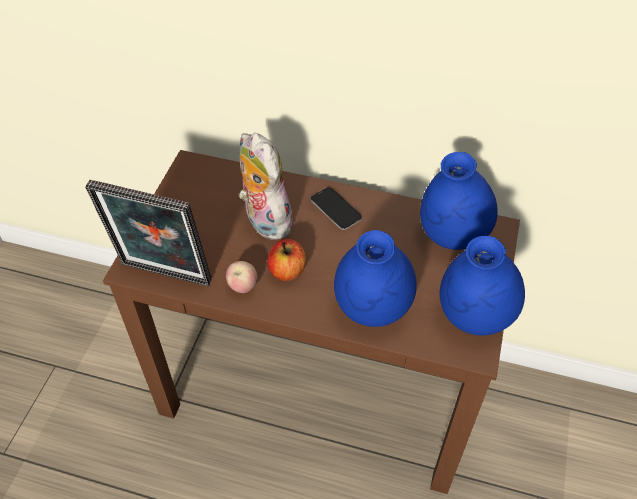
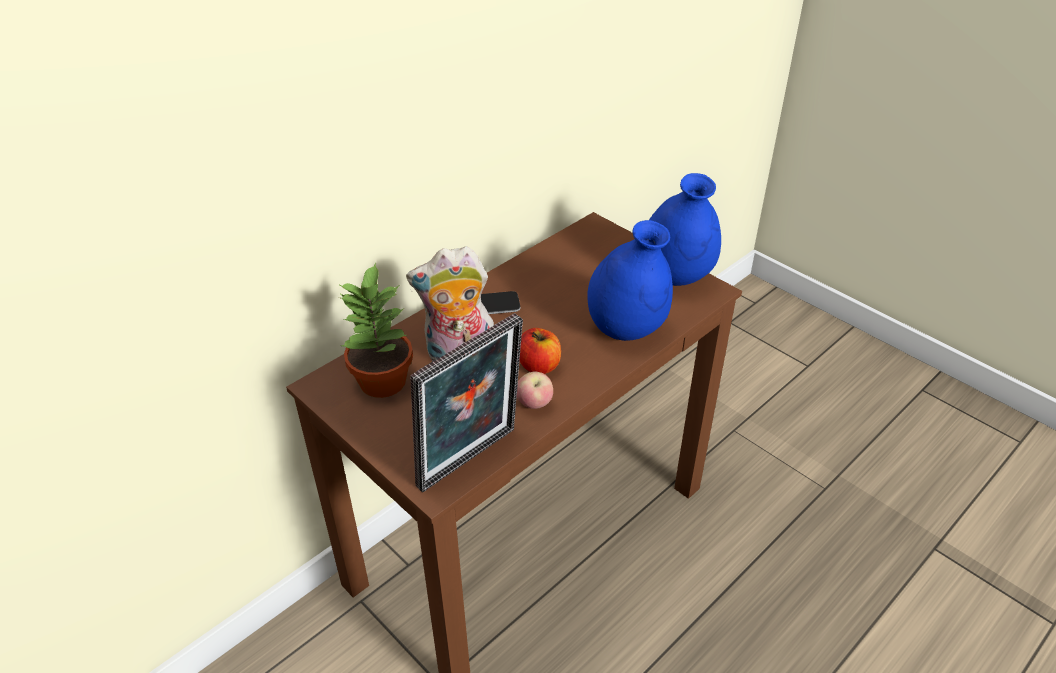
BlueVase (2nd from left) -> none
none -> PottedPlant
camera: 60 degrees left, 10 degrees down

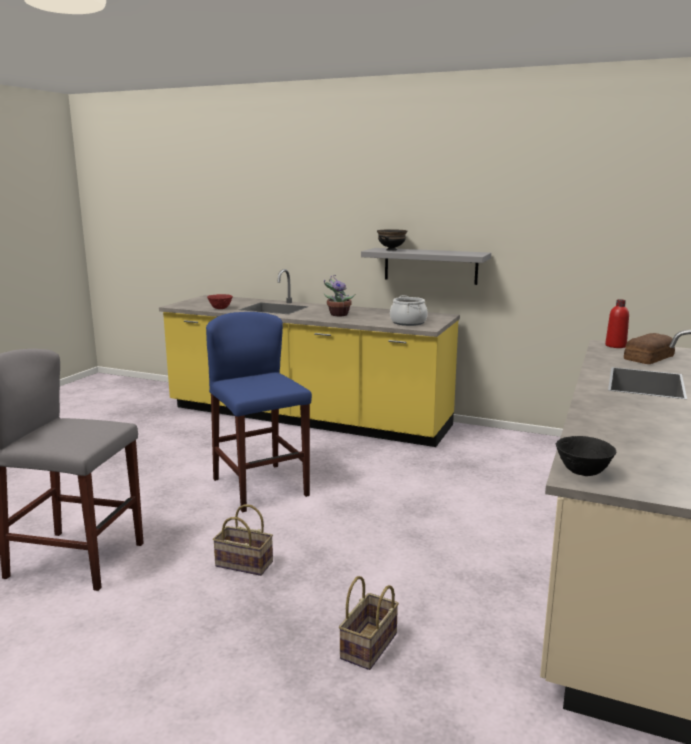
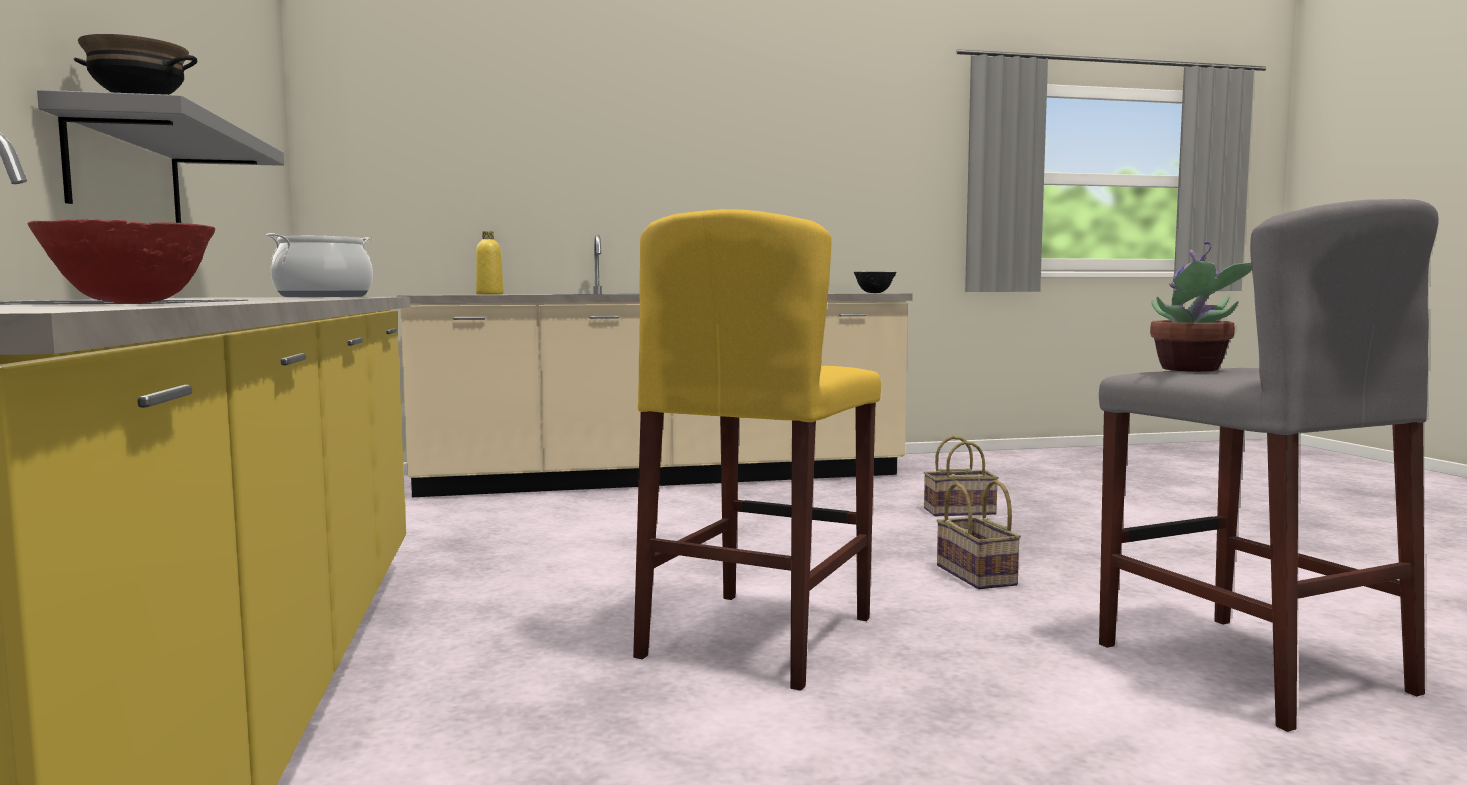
PottedPlant, move
RedBottle -> none
BlueStool -> YellowStool
Bread -> YellowBottle
camera: 125 degrees left, 10 degrees down

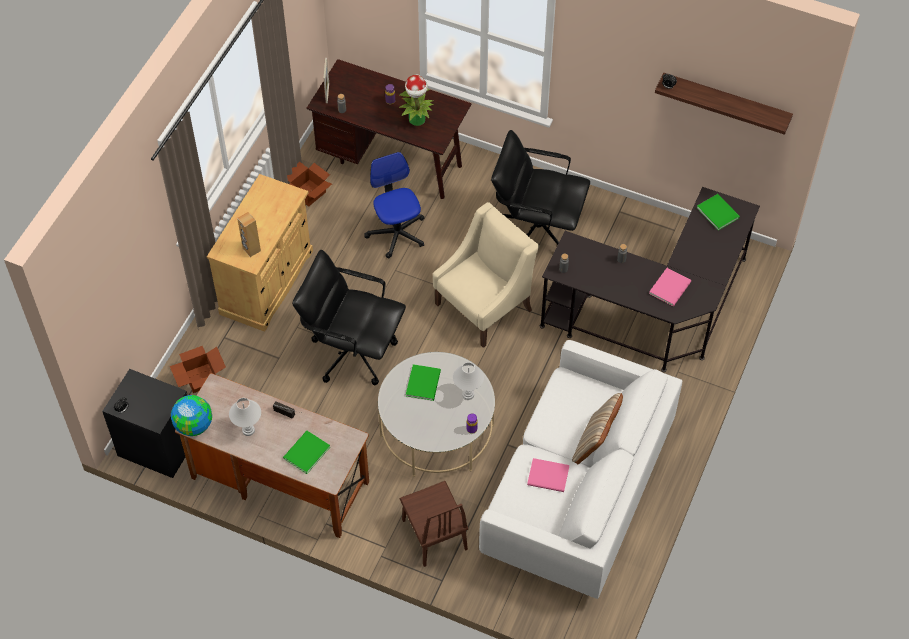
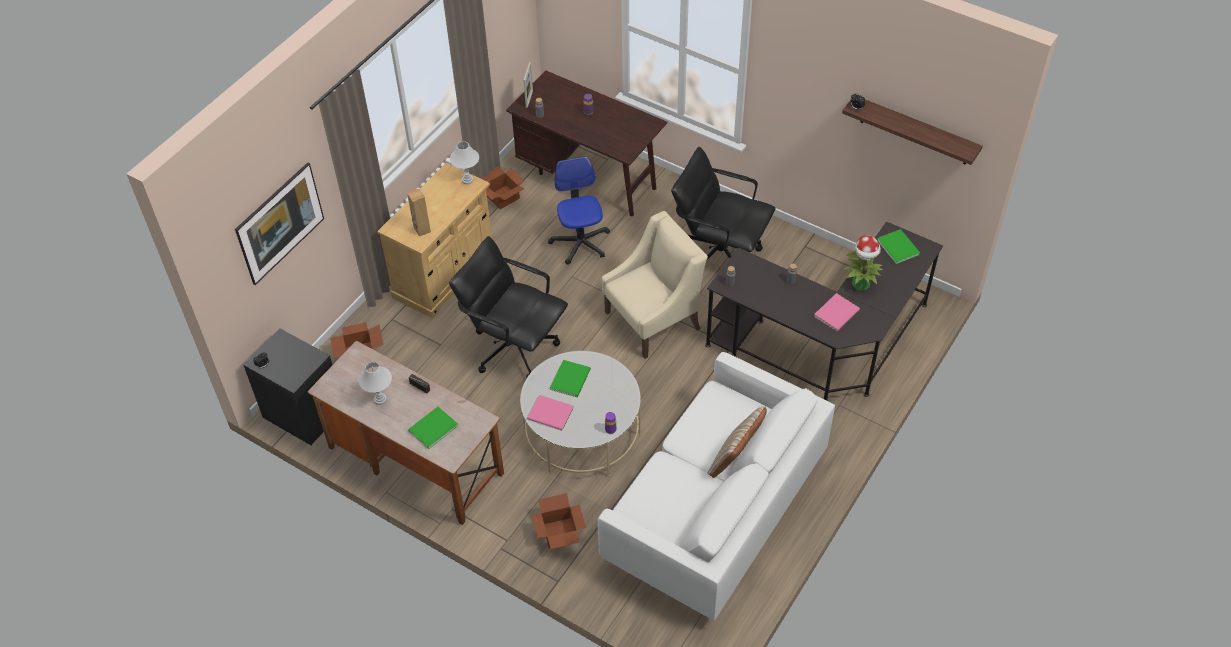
PottedPlant, move
WhiteTableLamp (2nd from left), move
Globe -> none
PinkBook (1st from left), move
BrownChair -> CardboardBox (3rd from left)
none -> Picture
camera: 10 degrees right, 5 degrees down

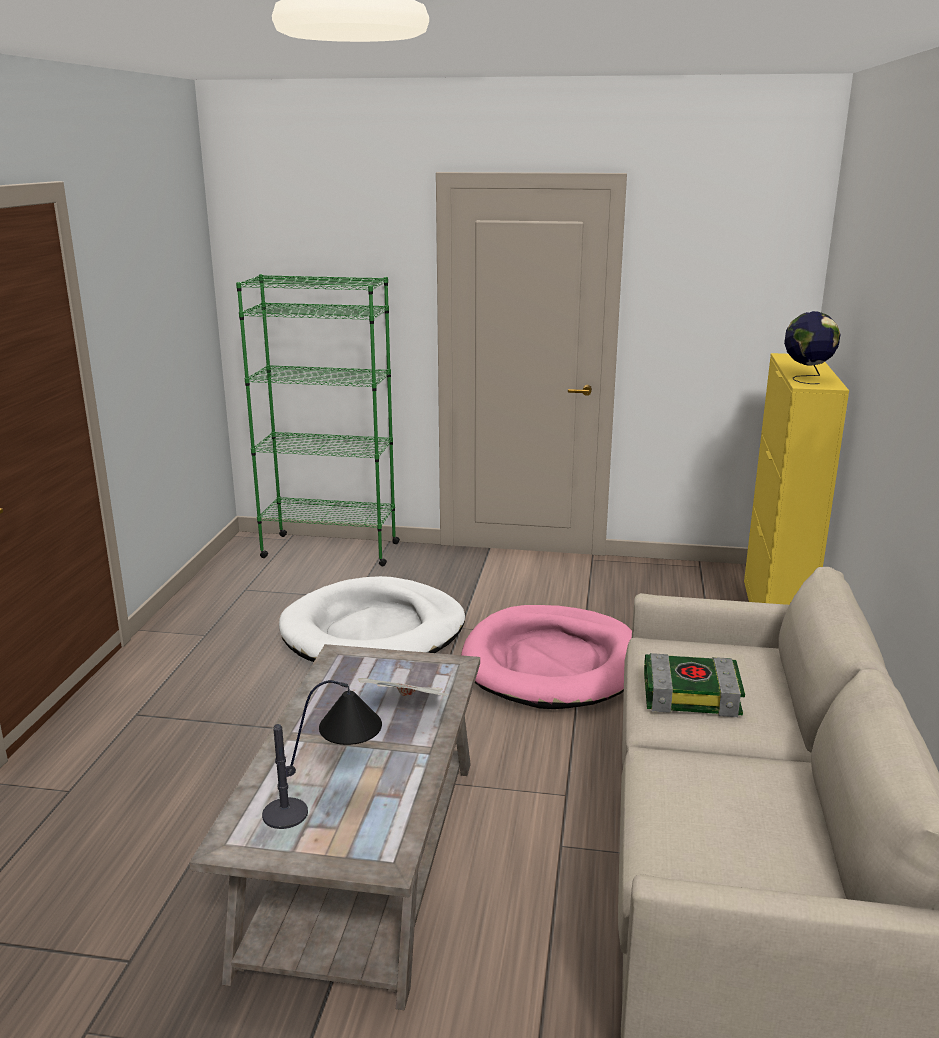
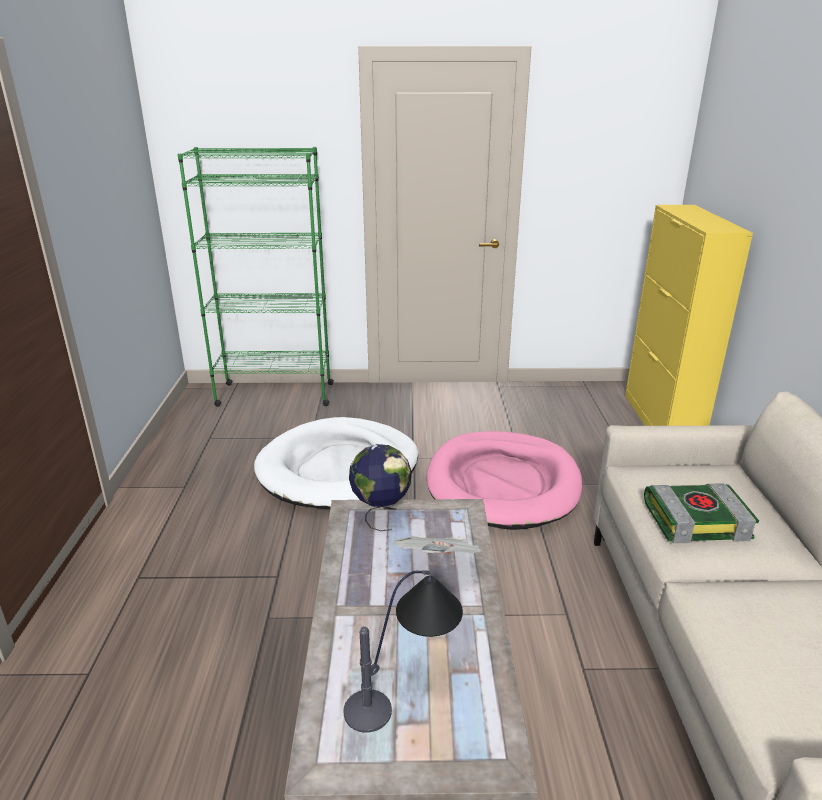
Globe, move
camera: 10 degrees left, 5 degrees up

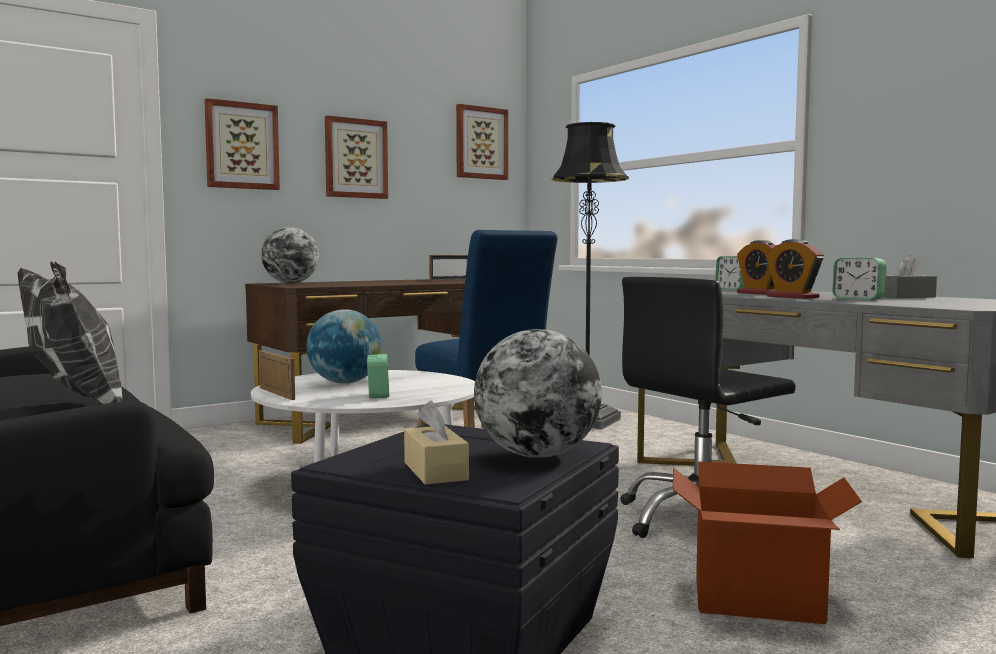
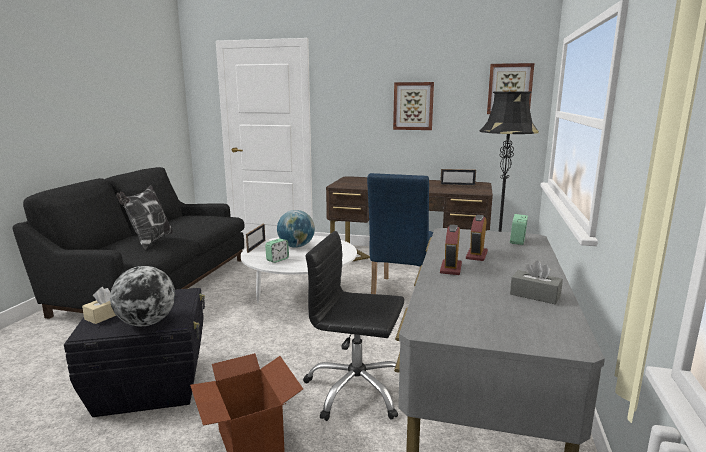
Picture (1st from left) -> none
Globe (1st from left) -> none
AlarmClock (5th from left) -> none
camera: 50 degrees right, 10 degrees up

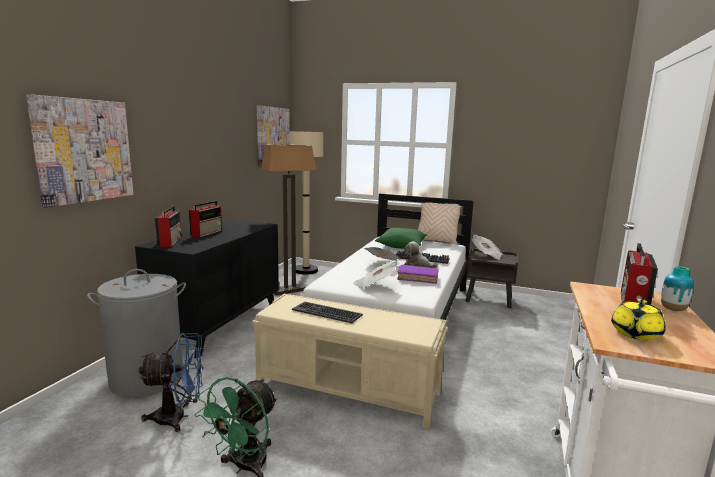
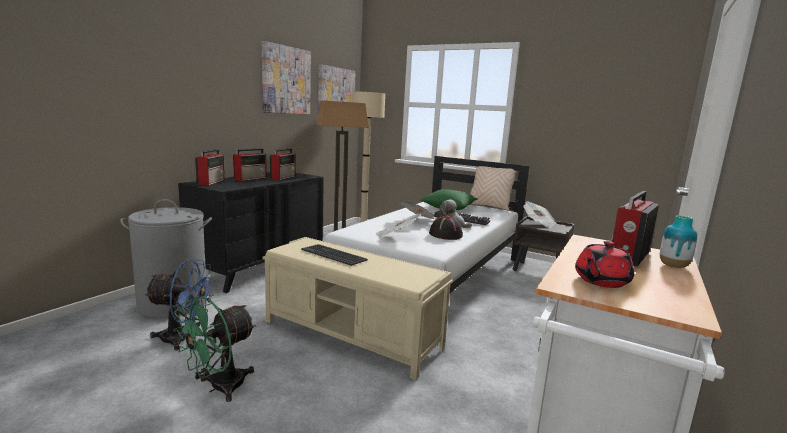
Picture (1st from left), move
PurpleBook -> BlackHat
YellowTeapot -> RedTeapot
none -> Radio (3rd from left)
camera: 10 degrees right, 0 degrees up

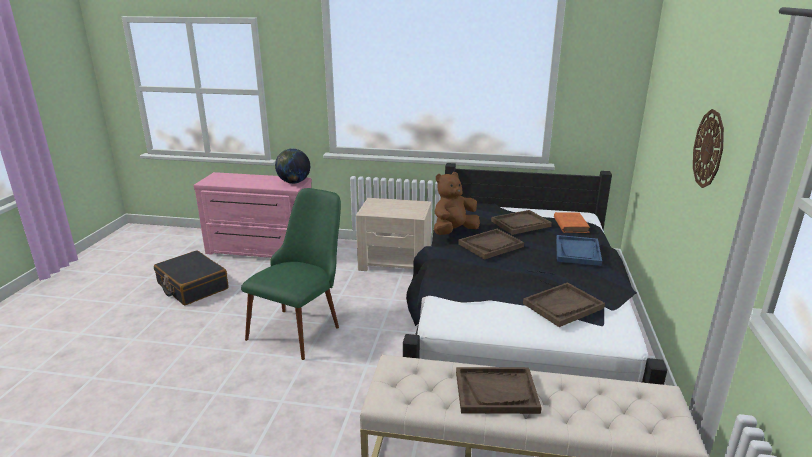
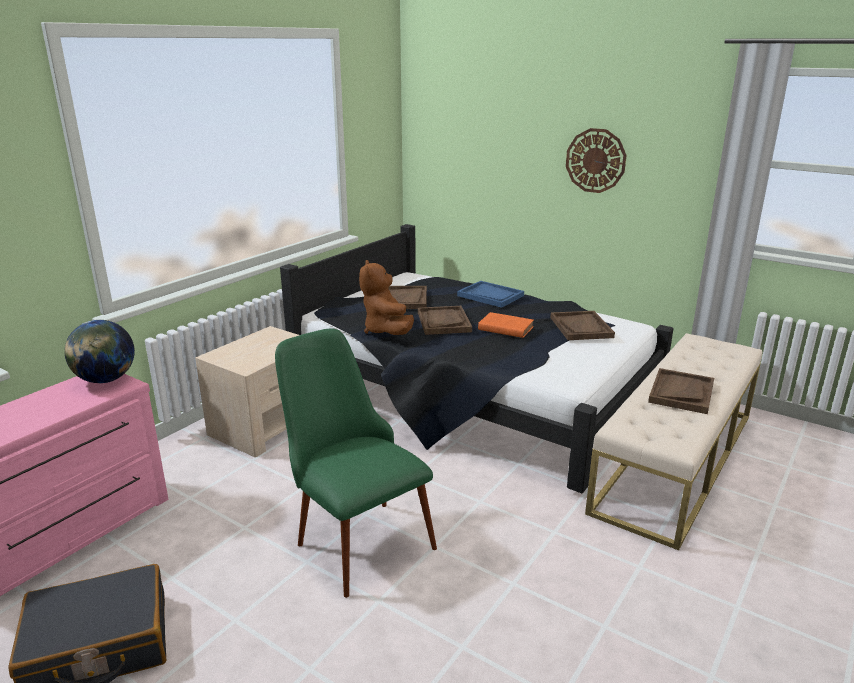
OrangeBook, move
camera: 65 degrees left, 0 degrees up

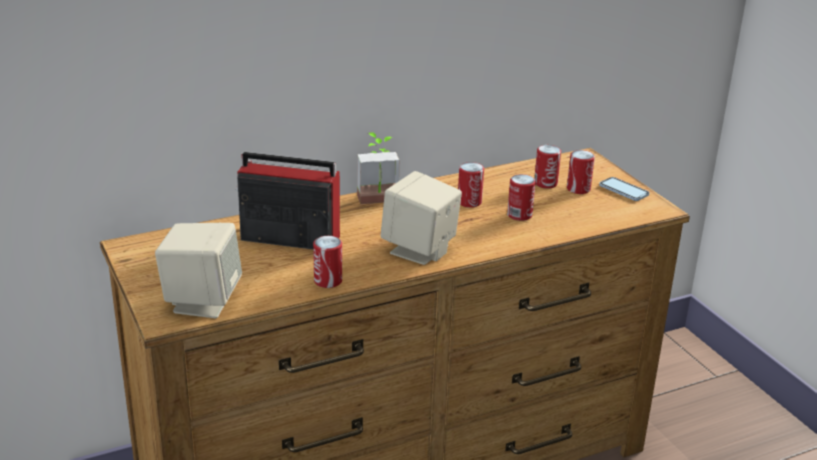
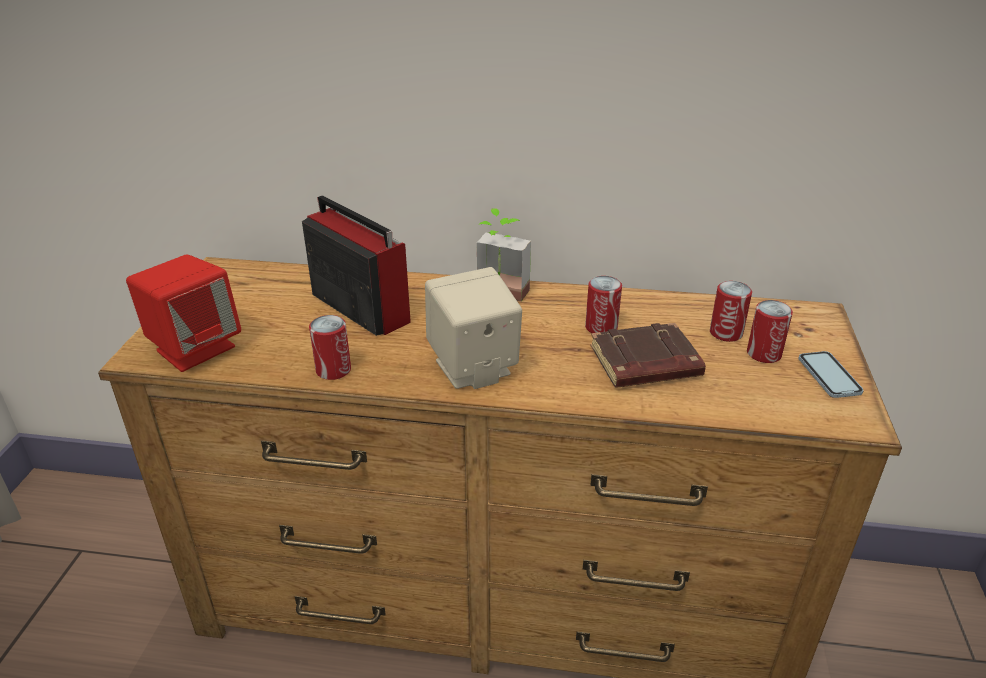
Can (3rd from left) -> BrownBook
BeigeSpeaker (1st from left) -> RedSpeaker
camera: 35 degrees right, 5 degrees up

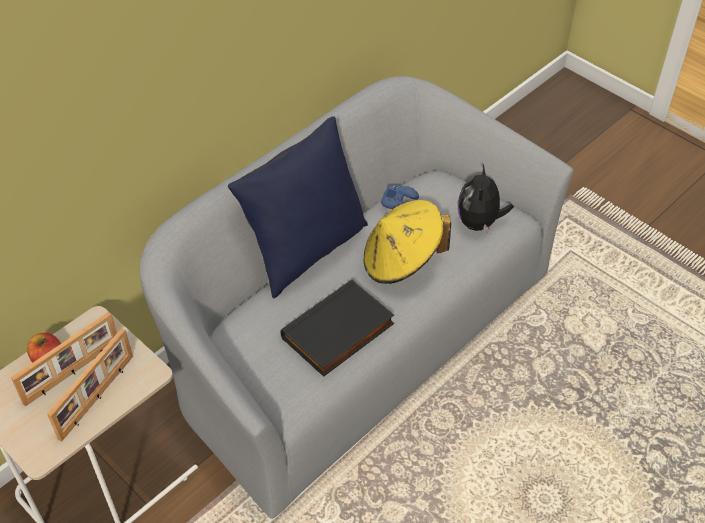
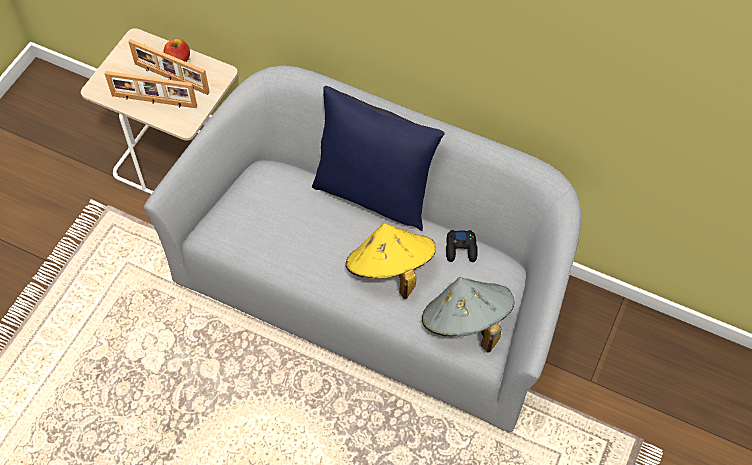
PlushToy -> GreyHat
BlueGameController -> BlackGameController
BlackBook -> none
camera: 70 degrees right, 10 degrees up

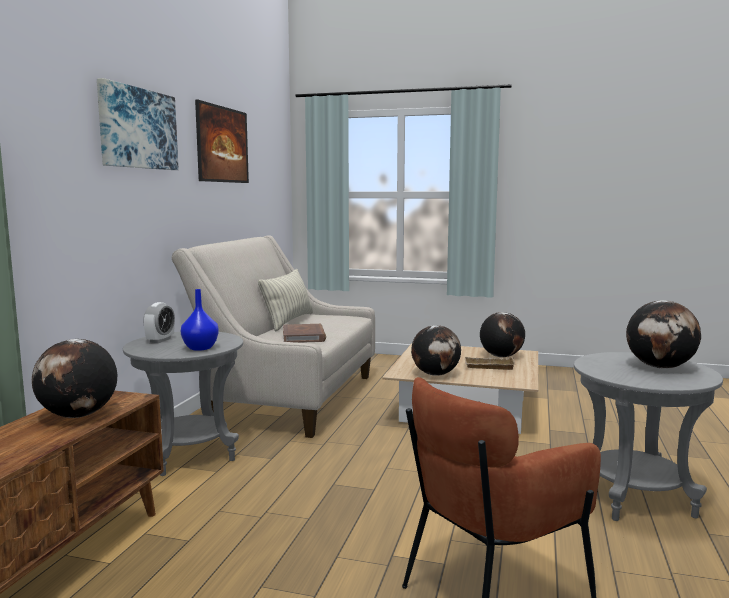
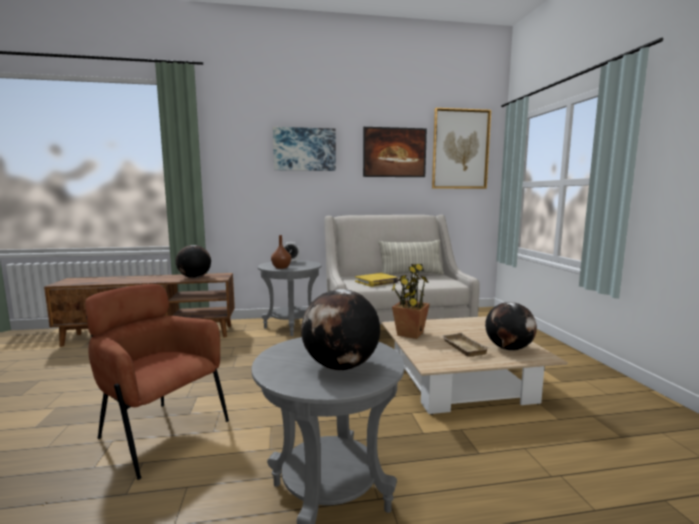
BlueVase -> BrownVase
BrownBook -> YellowBook
Globe (2nd from left) -> PottedPlant
none -> Picture (3rd from left)
camera: 65 degrees right, 0 degrees up

